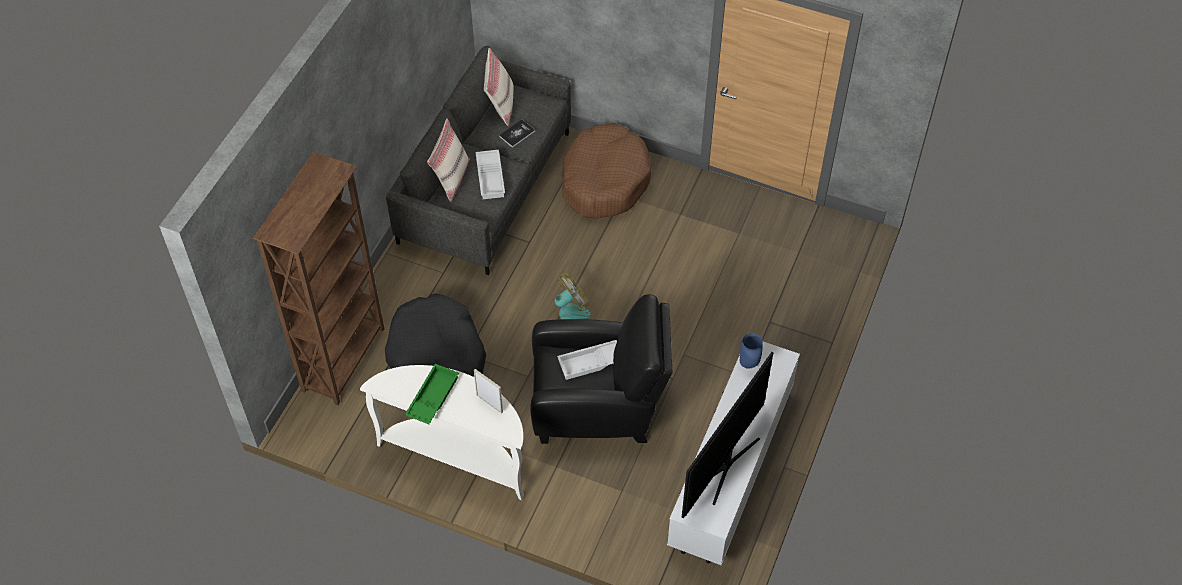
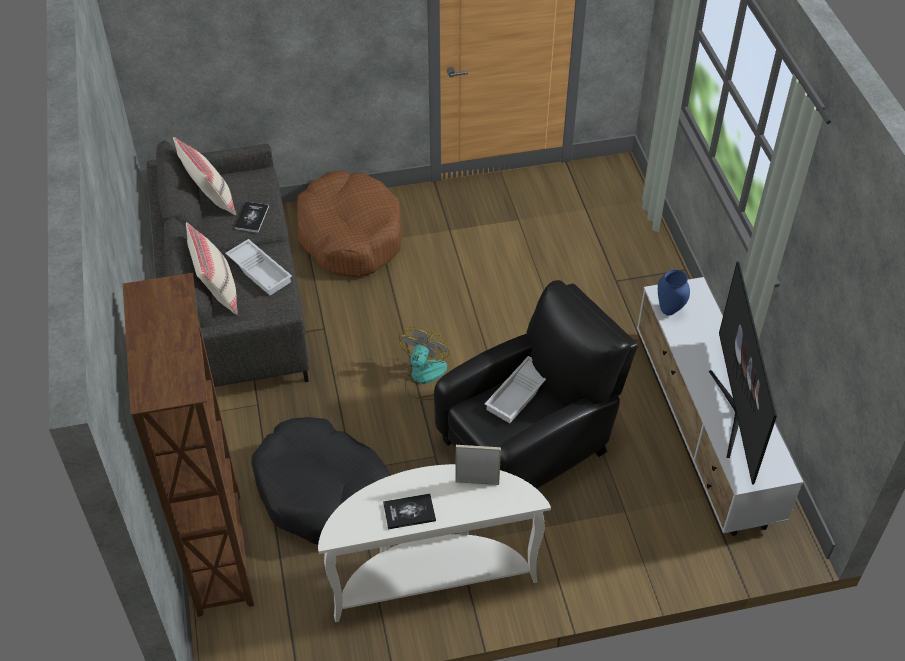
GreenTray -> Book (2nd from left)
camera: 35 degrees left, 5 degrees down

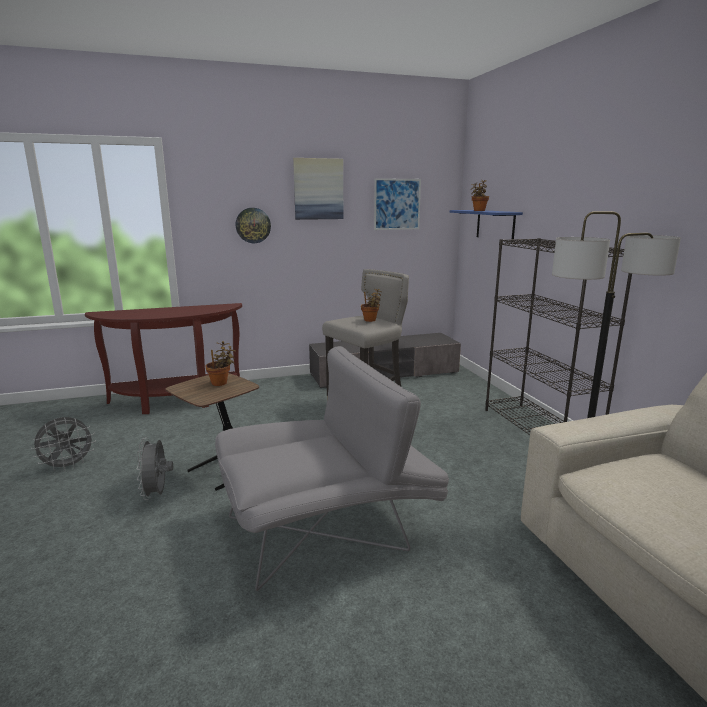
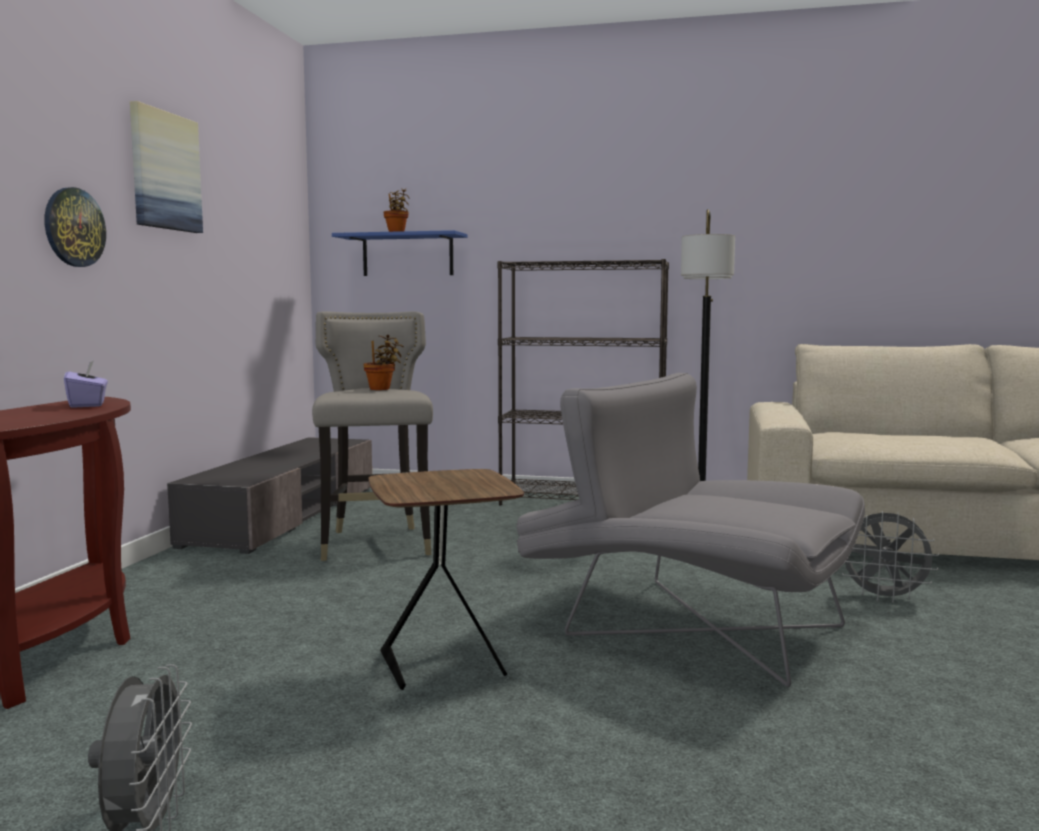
Picture (2nd from left) -> none
PottedPlant (1st from left) -> none
GreyArmchair, 60 degrees counterclockwise
GreyFan (2nd from left), move
none -> PurpleTissueBox
camera: 60 degrees left, 10 degrees down

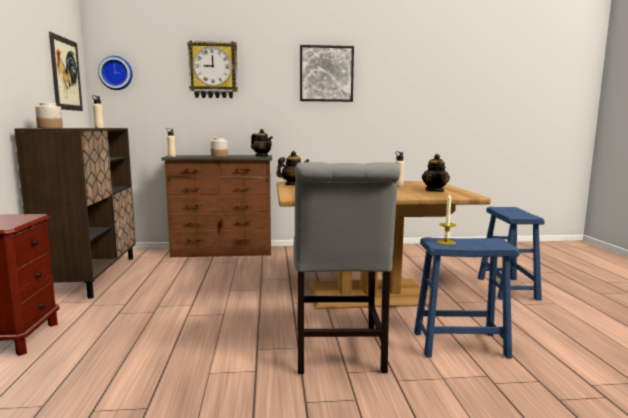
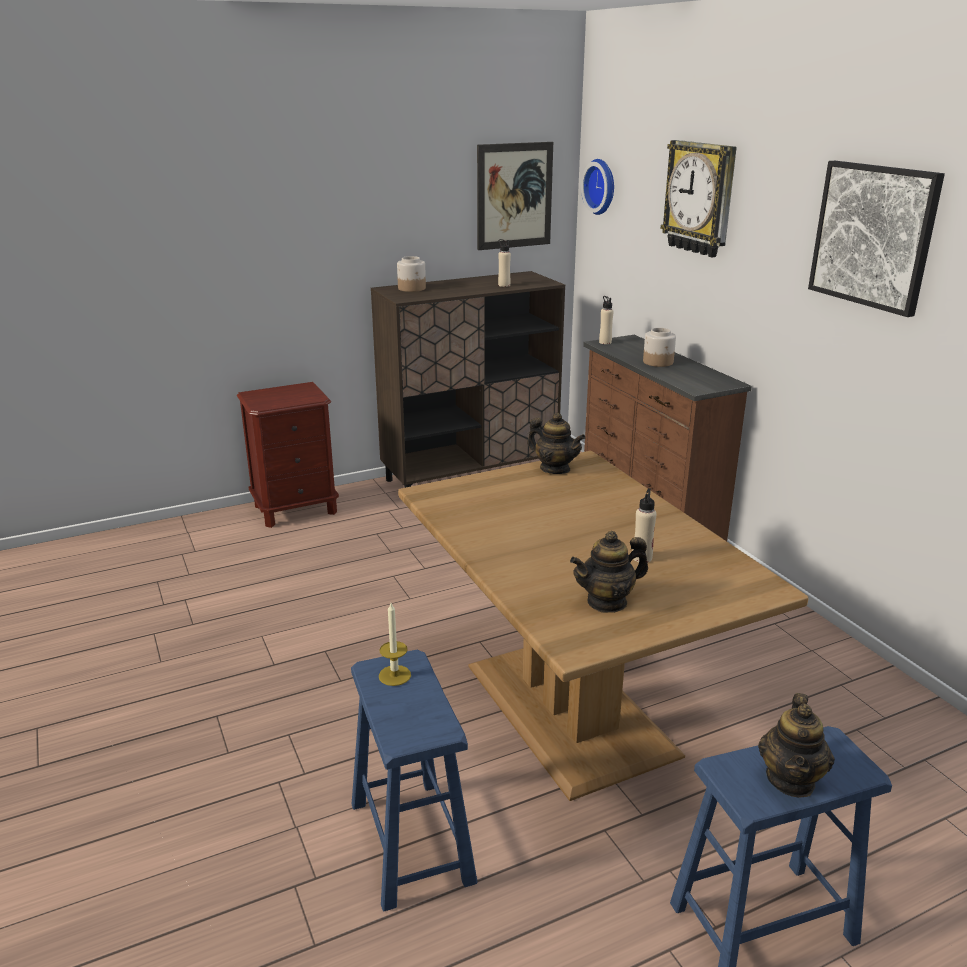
Teapot (1st from left in the first image) -> Teapot (3rd from left), move
GreyChair -> none
camera: 70 degrees right, 15 degrees up

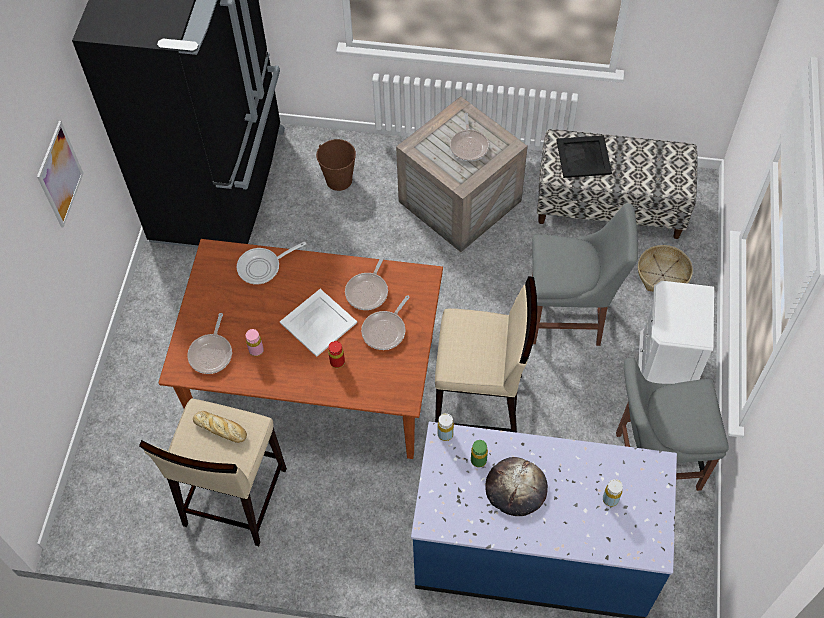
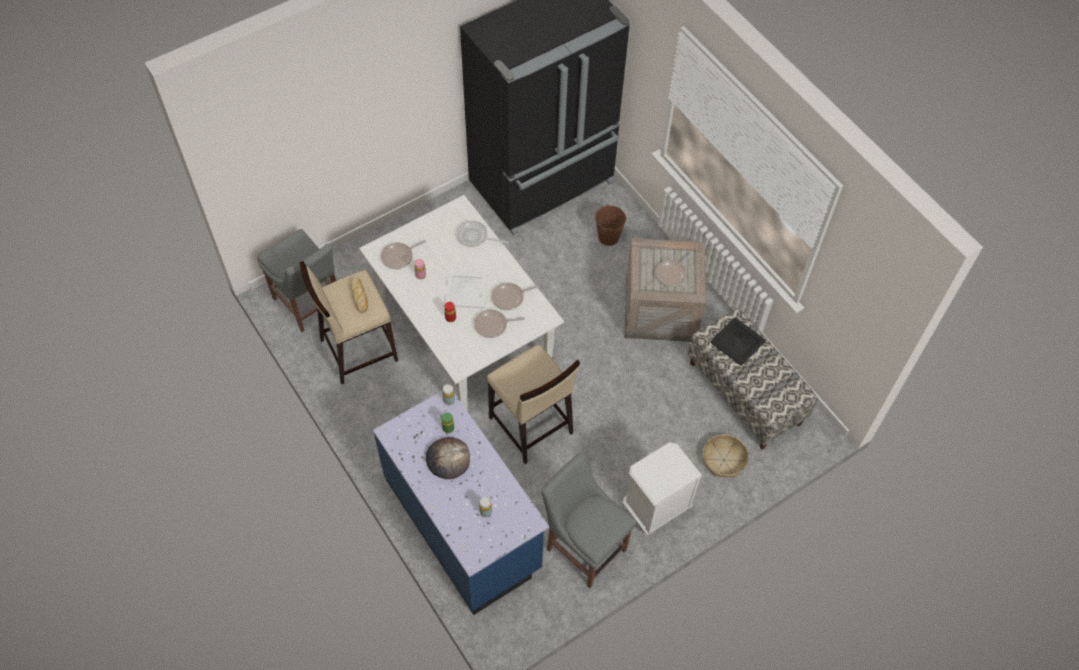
Picture -> none
GreyChair (1st from left), move
BrownDiningTable -> WhiteDiningTable
camera: 45 degrees right, 0 degrees up

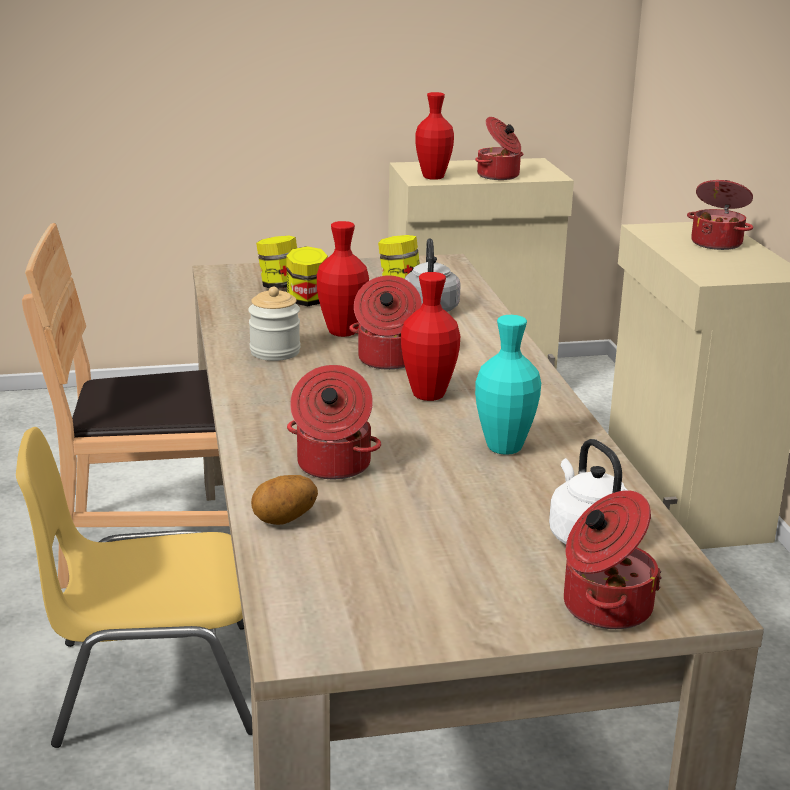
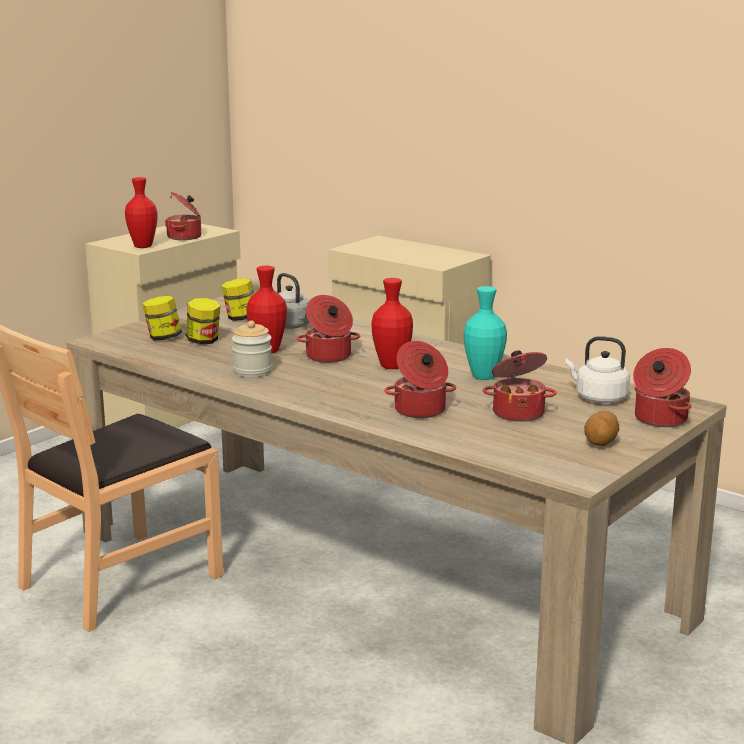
CookingPot (5th from left in the first image) -> CookingPot (4th from left), move
YellowChair -> none
Potato, move
camera: 40 degrees left, 5 degrees down

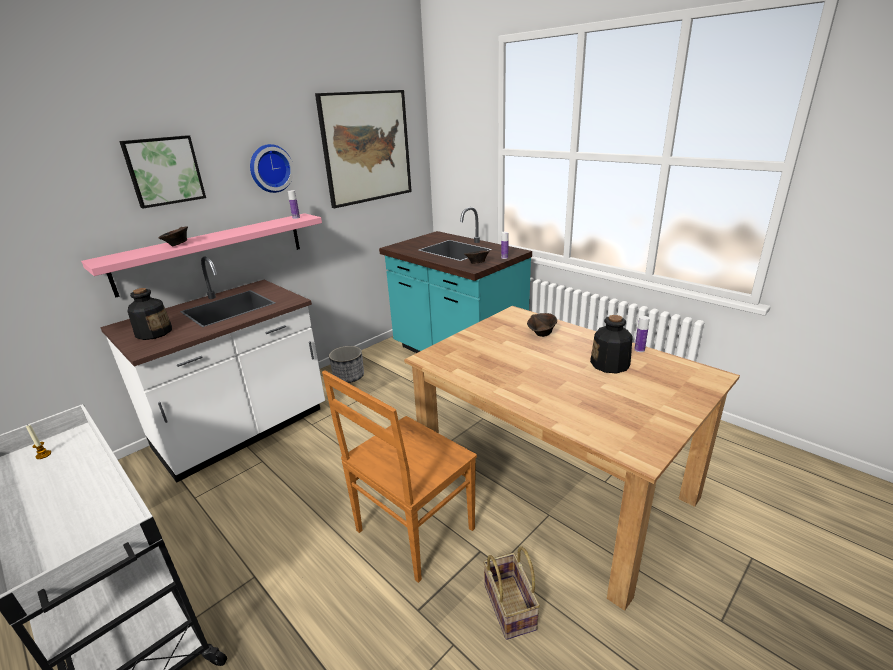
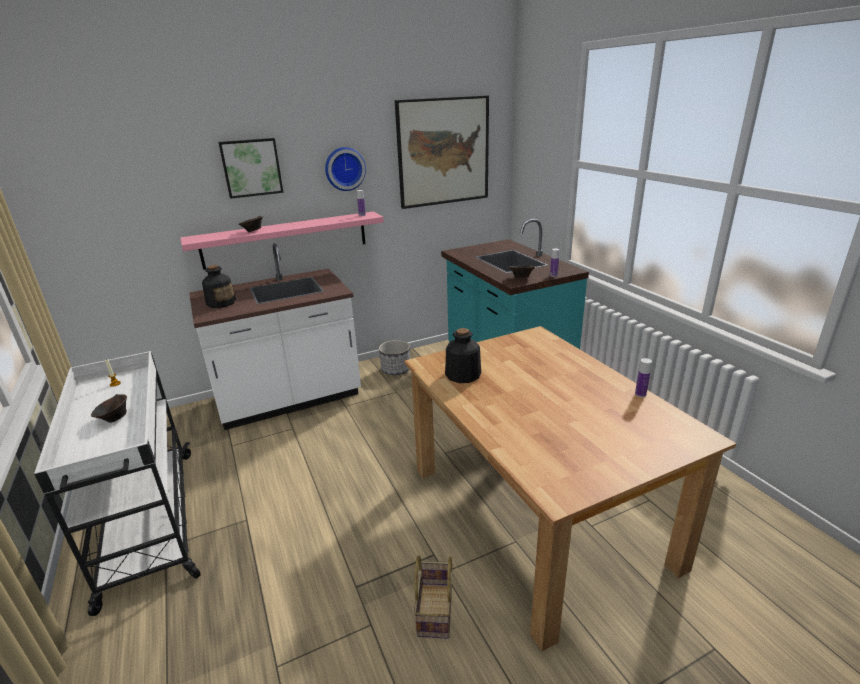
BrownBowl (3rd from left in the first image) -> BrownBowl (1st from left), move
Bottle (4th from left in the first image) -> Bottle (3rd from left), move
BrownChair -> none
camera: 20 degrees right, 0 degrees up

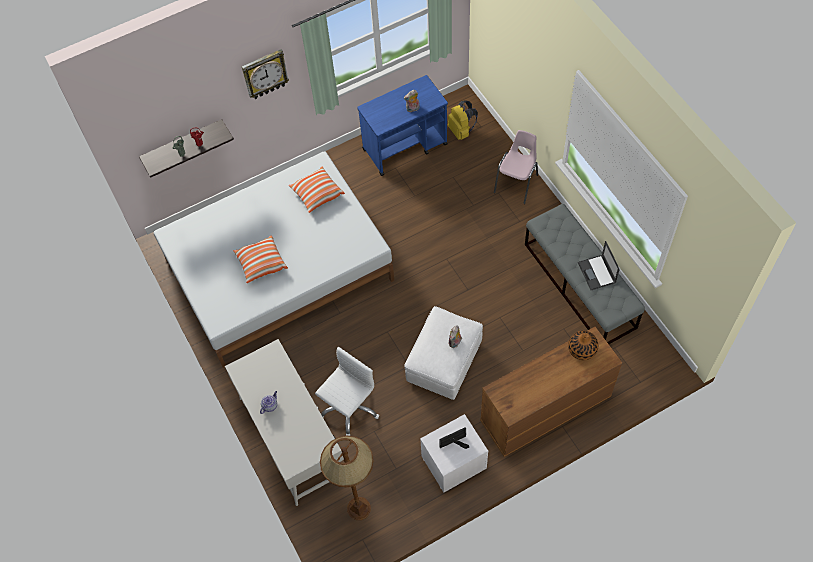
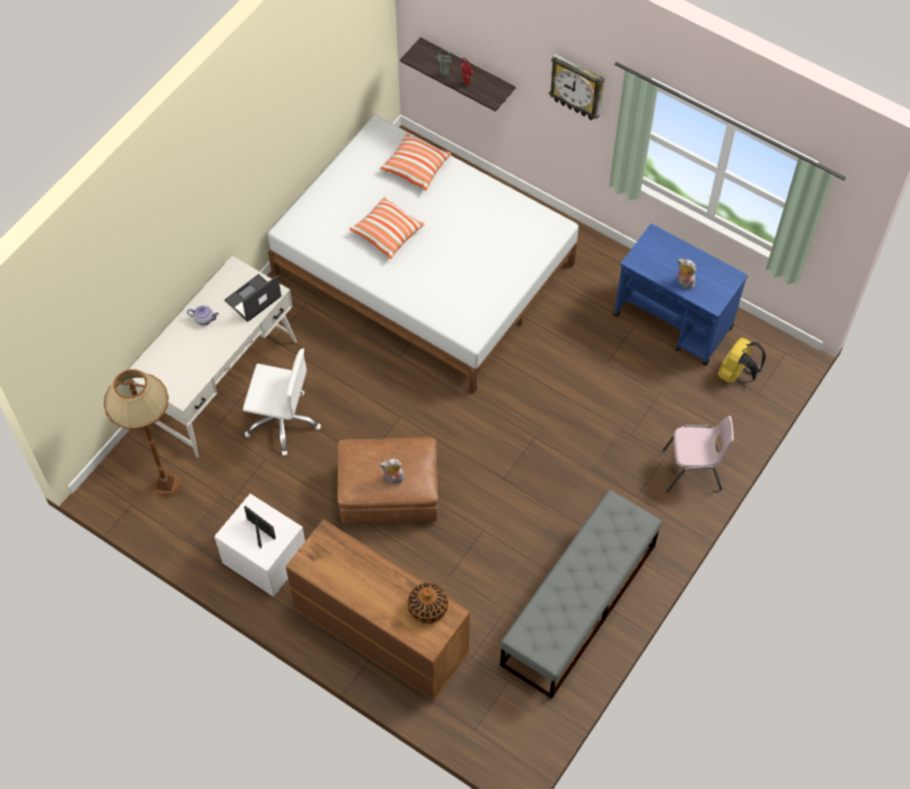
Pillow (2nd from left), move
Laptop, move
WhiteOttoman -> BrownOttoman
camera: 60 degrees right, 0 degrees up

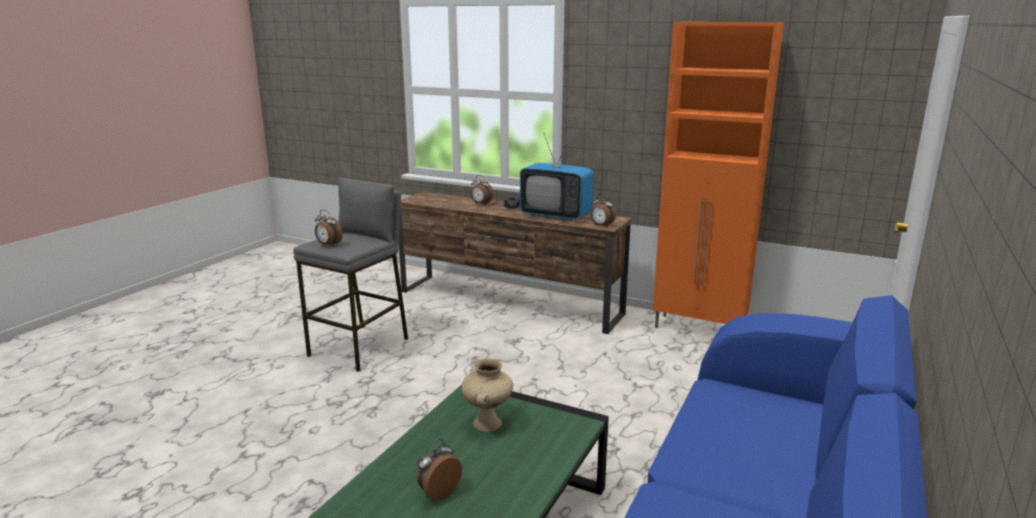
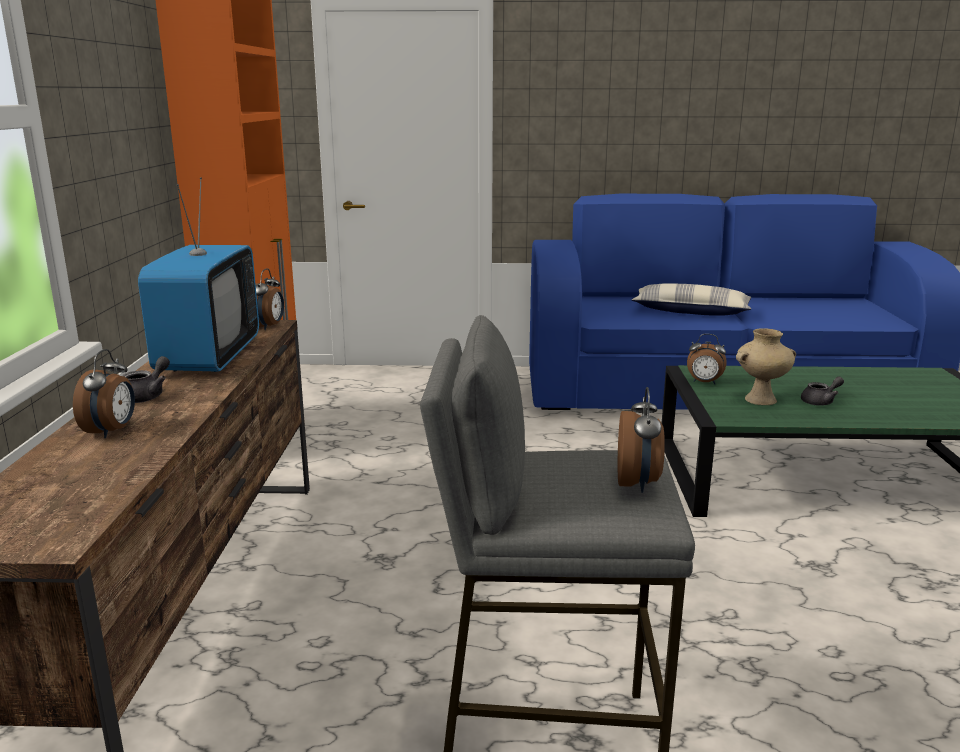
AlarmClock (2nd from left in the first image) -> AlarmClock (4th from left), move
none -> Pillow
none -> GreyTeapot (2nd from left)
camera: 115 degrees left, 0 degrees up

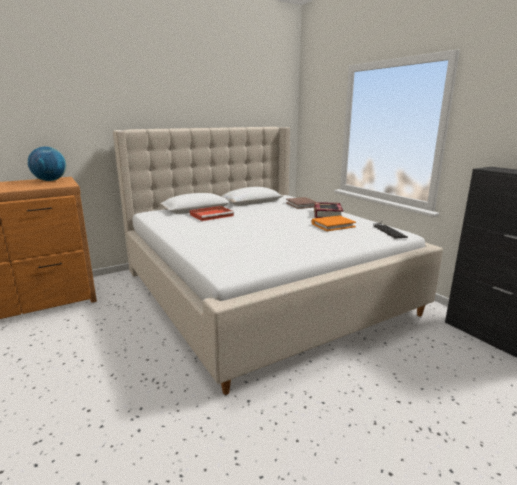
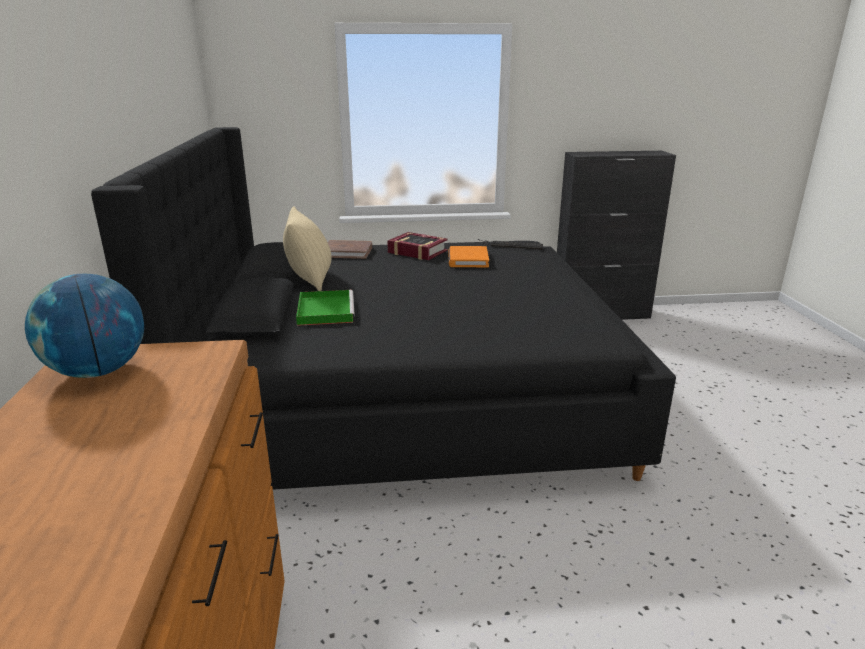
BeigeBed -> BlackBed
RedTray -> GreenTray
none -> BeigePillow
camera: 65 degrees left, 5 degrees up

